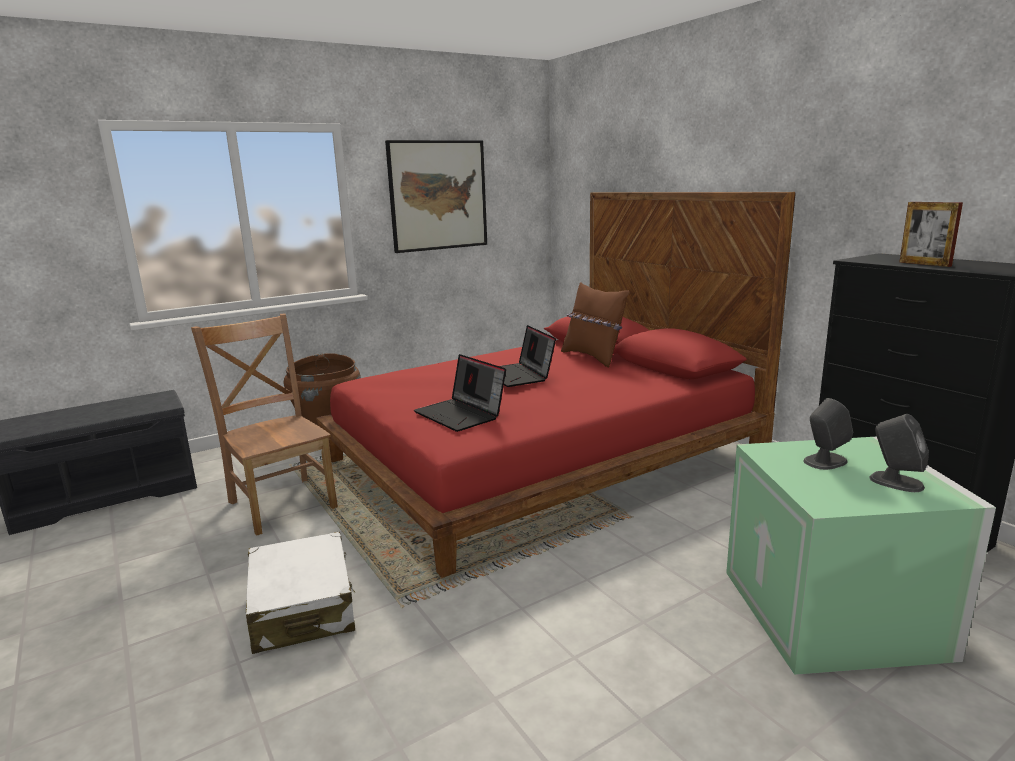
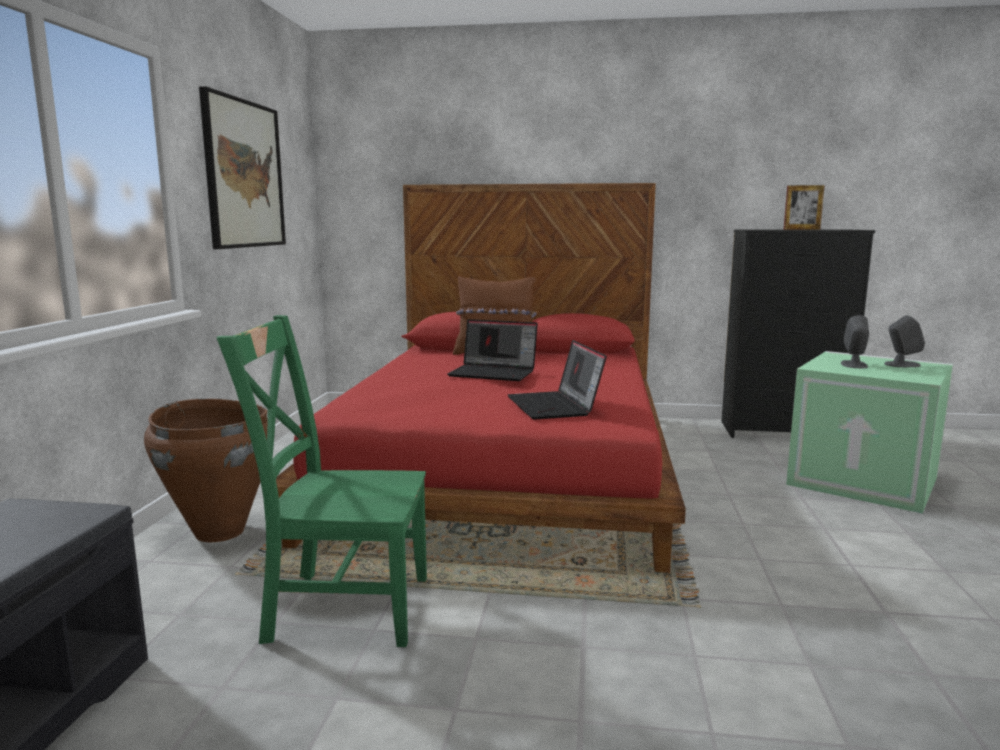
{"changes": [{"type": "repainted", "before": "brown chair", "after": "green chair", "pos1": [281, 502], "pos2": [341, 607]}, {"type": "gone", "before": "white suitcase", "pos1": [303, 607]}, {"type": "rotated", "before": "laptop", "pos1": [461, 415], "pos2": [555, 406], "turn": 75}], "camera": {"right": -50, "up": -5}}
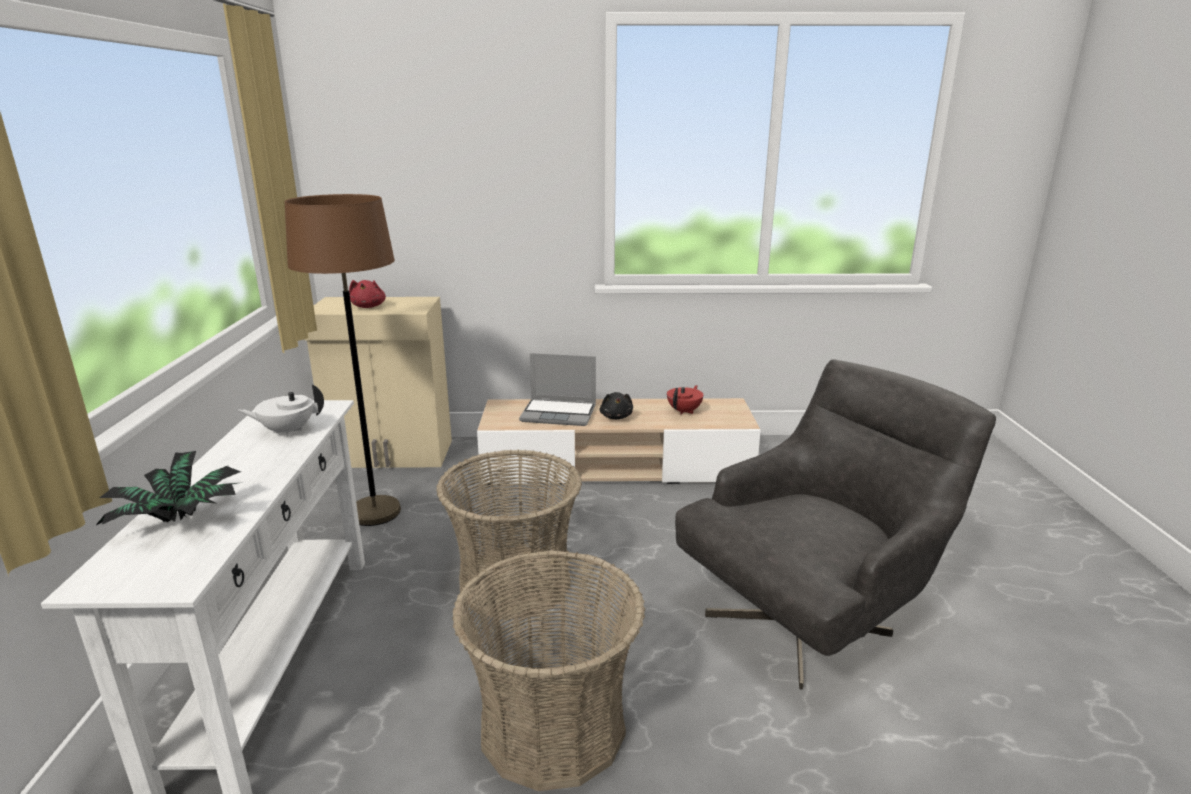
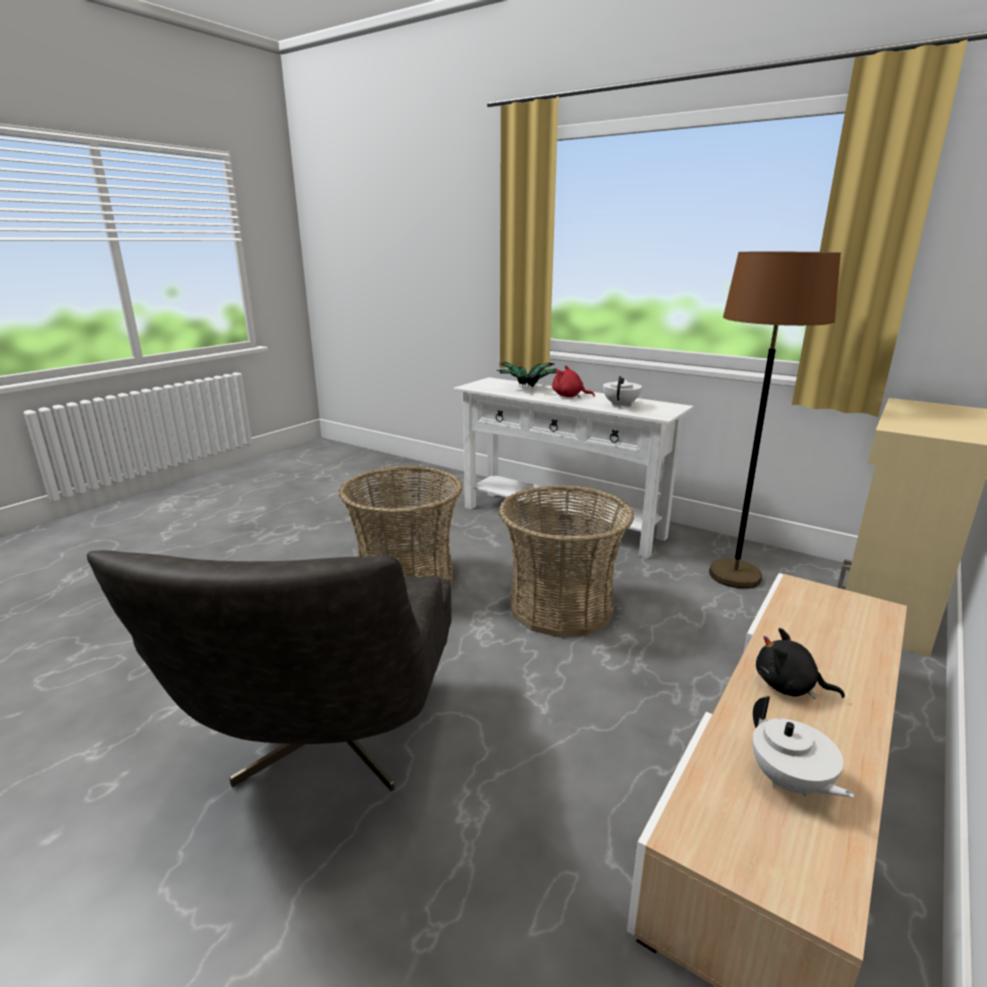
{"changes": [{"type": "shifted", "before": "red plush toy", "pos1": [369, 306], "pos2": [569, 396]}, {"type": "gone", "before": "laptop", "pos1": [559, 413]}, {"type": "repainted", "before": "red teapot", "after": "white teapot", "pos1": [684, 411], "pos2": [789, 782]}], "camera": {"right": 125, "up": 0}}
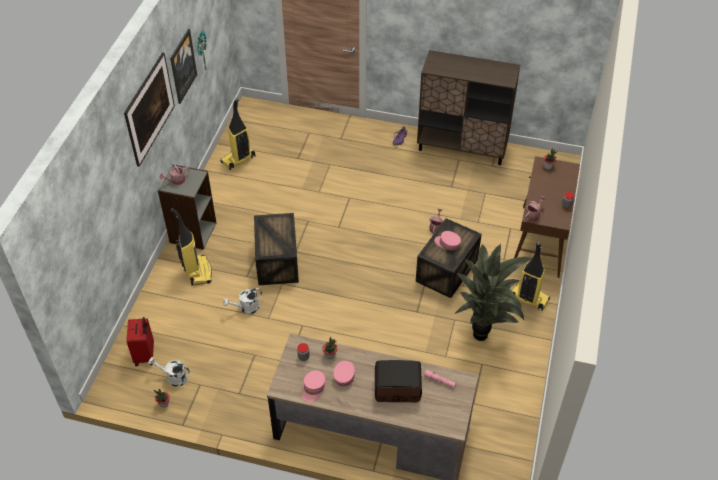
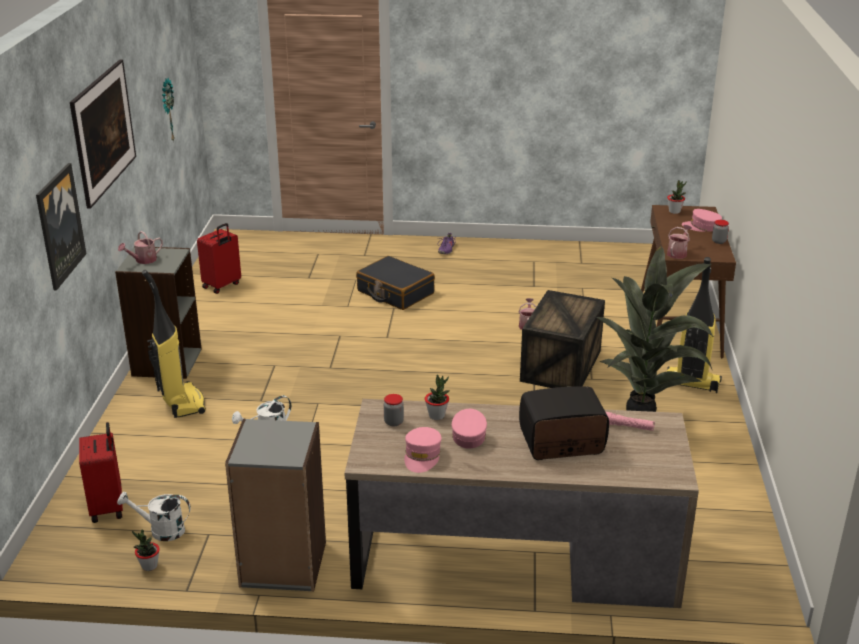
{"changes": [{"type": "shifted", "before": "picture", "pos1": [182, 66], "pos2": [59, 225]}, {"type": "swapped", "before": "vacuum cleaner", "after": "red suitcase", "pos1": [238, 160], "pos2": [222, 286]}, {"type": "gone", "before": "crate", "pos1": [277, 260]}, {"type": "gone", "before": "brown cabinet", "pos1": [462, 147]}, {"type": "shifted", "before": "pink cap", "pos1": [447, 243], "pos2": [701, 227]}, {"type": "new", "after": "grey bookcase", "pos2": [283, 565]}, {"type": "new", "after": "black suitcase", "pos2": [395, 292]}], "camera": {"right": -10, "up": -20}}
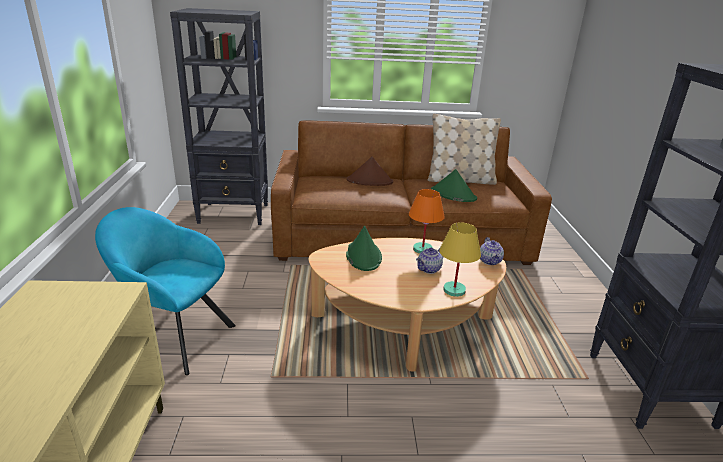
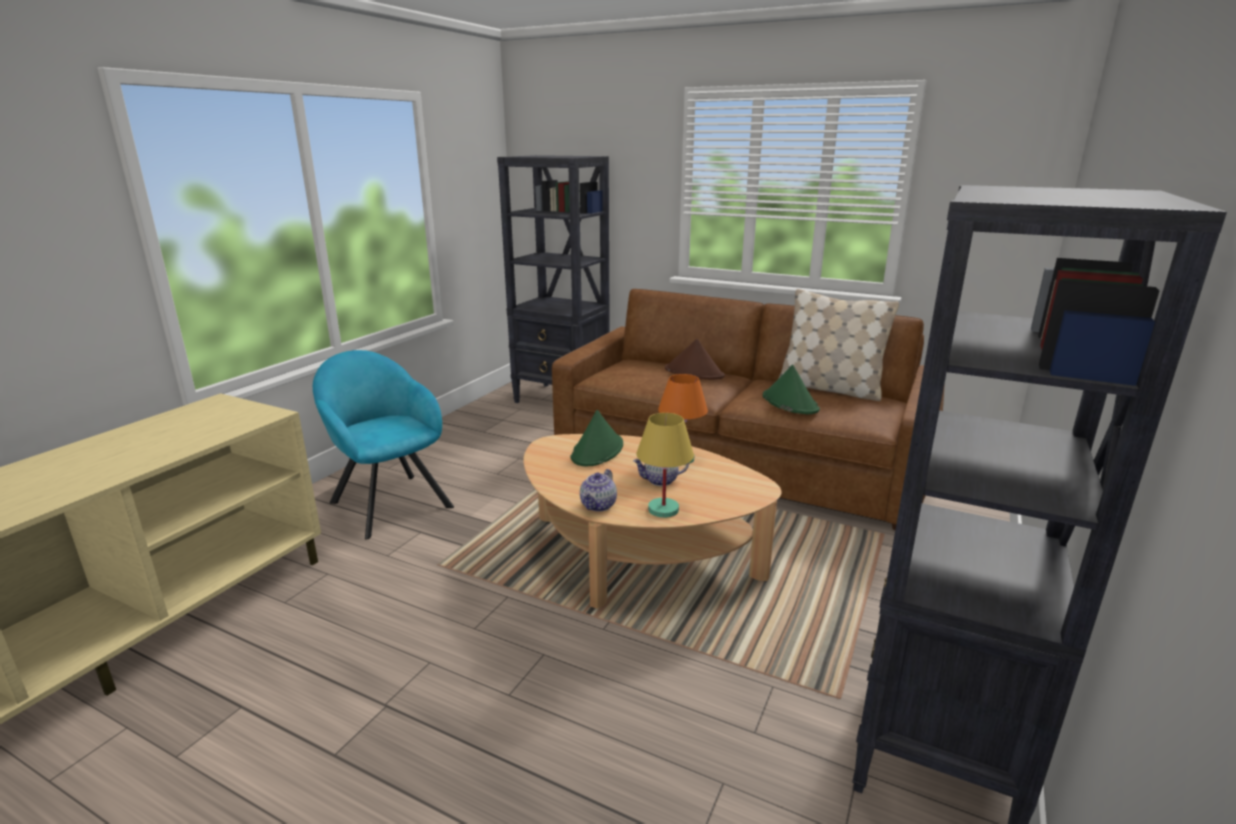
{"changes": [{"type": "shifted", "before": "teapot", "pos1": [490, 261], "pos2": [598, 505]}], "camera": {"right": 30, "up": -5}}
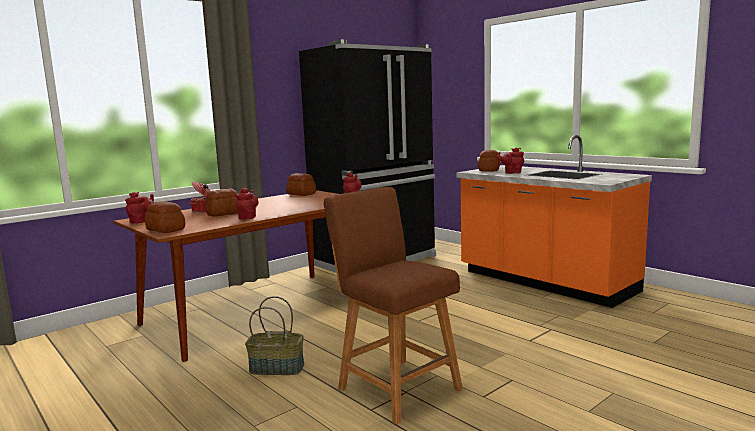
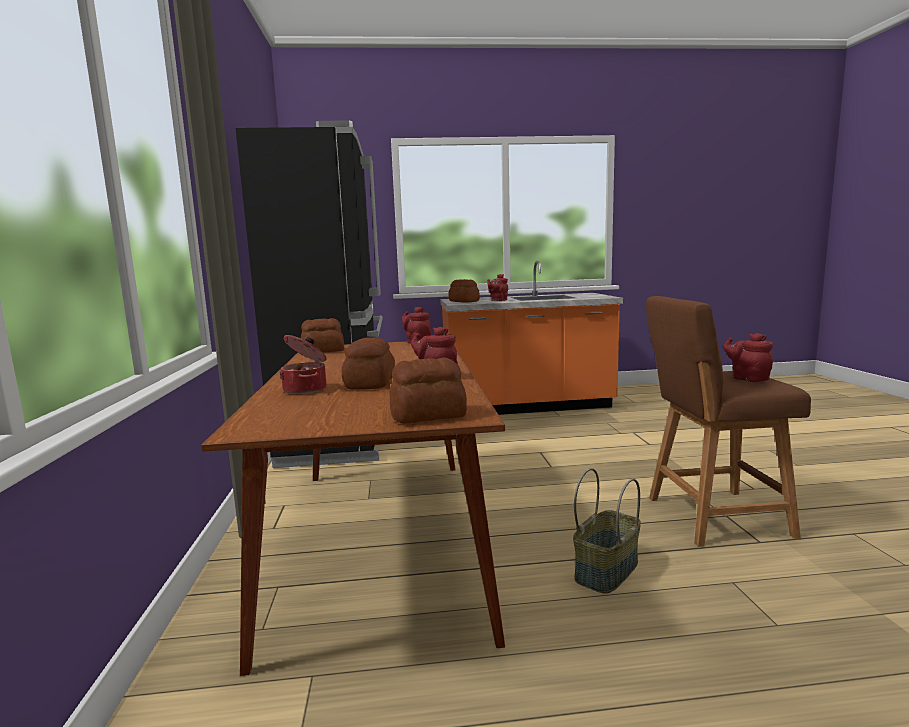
{"changes": [{"type": "shifted", "before": "red teapot", "pos1": [141, 221], "pos2": [747, 378]}], "camera": {"right": -55, "up": 0}}
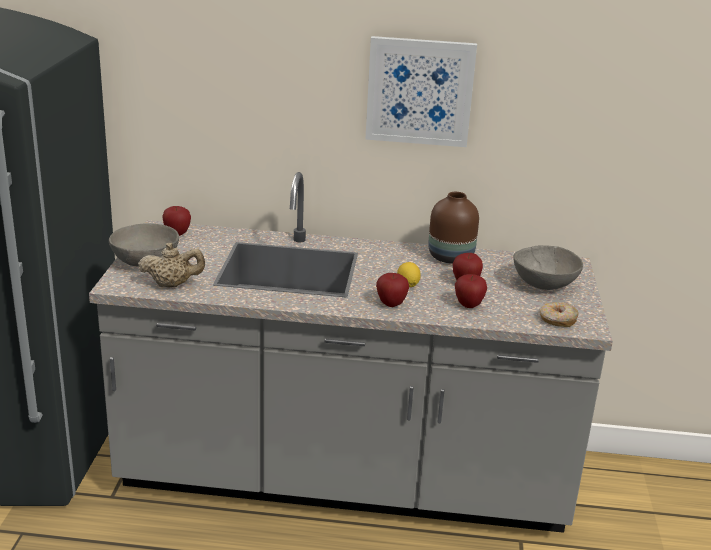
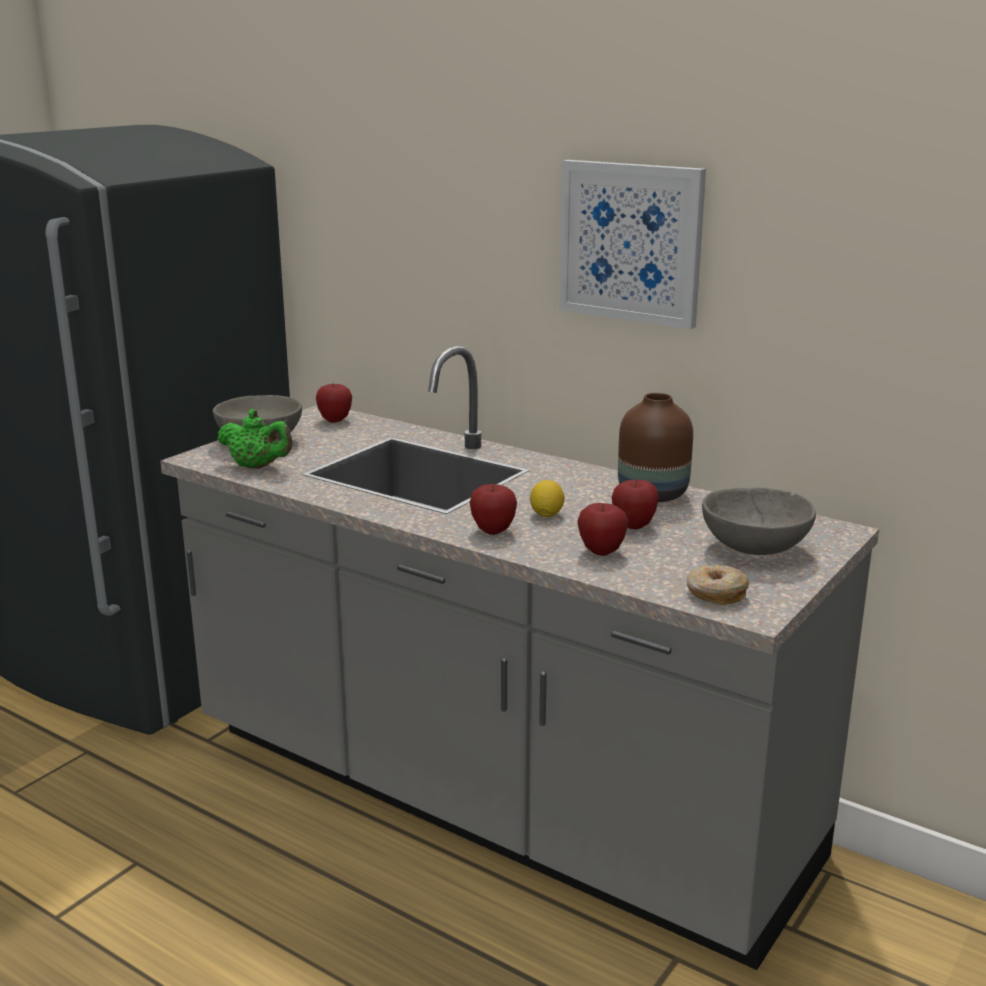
{"changes": [{"type": "repainted", "before": "beige teapot", "after": "green teapot", "pos1": [172, 285], "pos2": [257, 467]}], "camera": {"right": 30, "up": -5}}
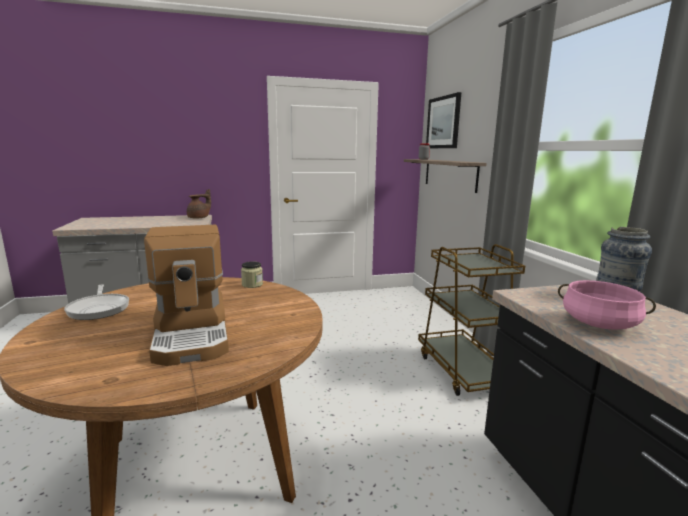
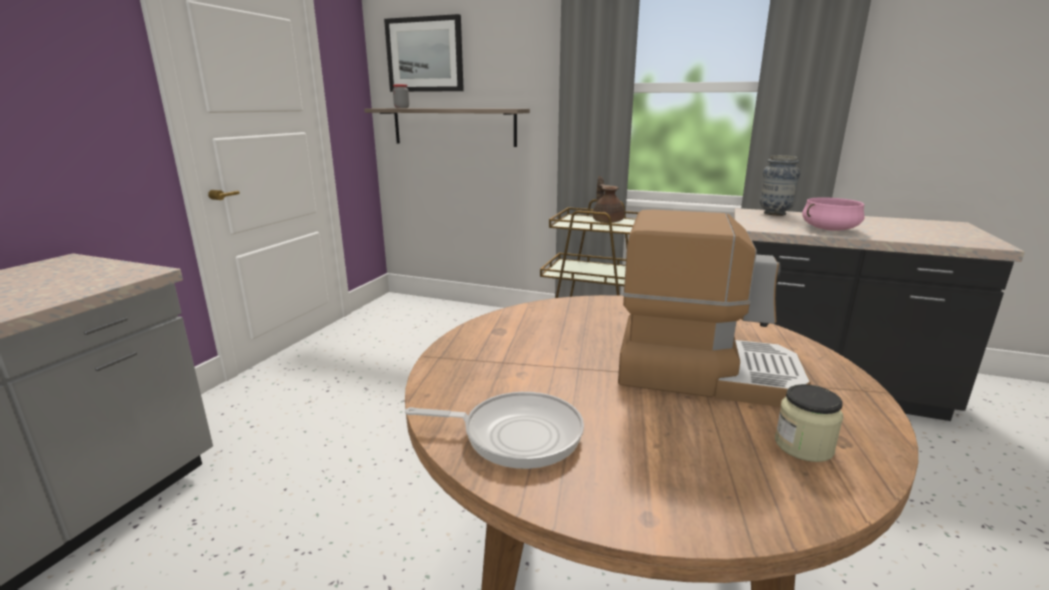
{"changes": [{"type": "shifted", "before": "brown teapot", "pos1": [199, 218], "pos2": [607, 221]}, {"type": "shifted", "before": "jar", "pos1": [252, 284], "pos2": [803, 446]}], "camera": {"right": -55, "up": 5}}
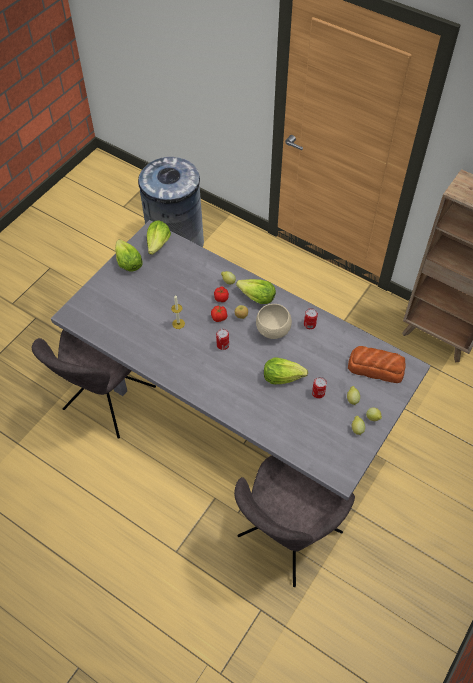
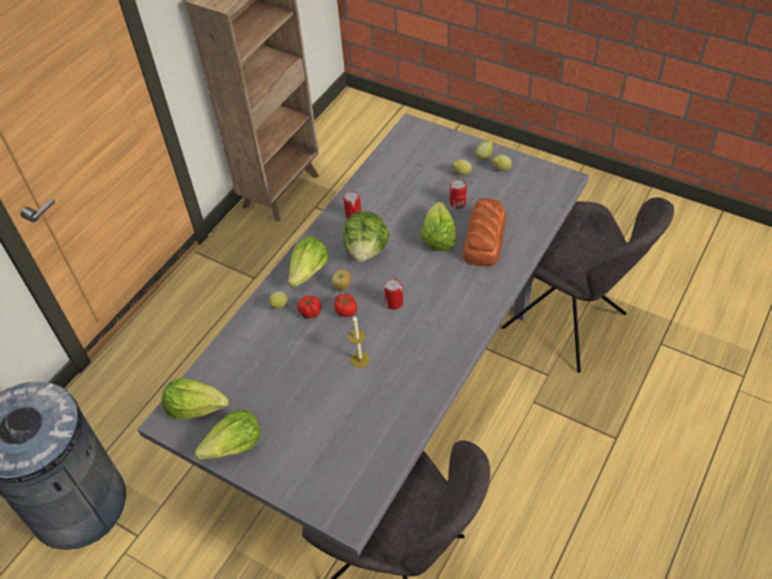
{"changes": [{"type": "swapped", "before": "beige bowl", "after": "lettuce", "pos1": [273, 331], "pos2": [366, 250]}, {"type": "shifted", "before": "bread", "pos1": [375, 367], "pos2": [483, 239]}], "camera": {"right": -90, "up": -5}}
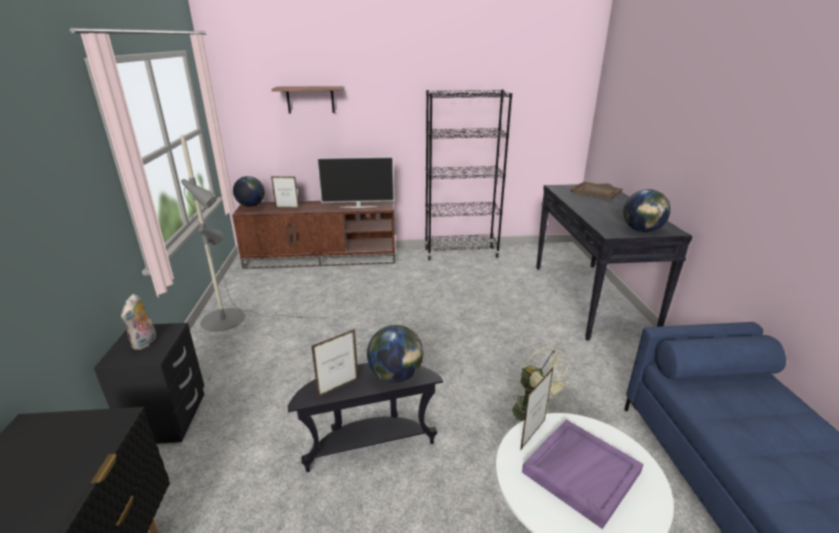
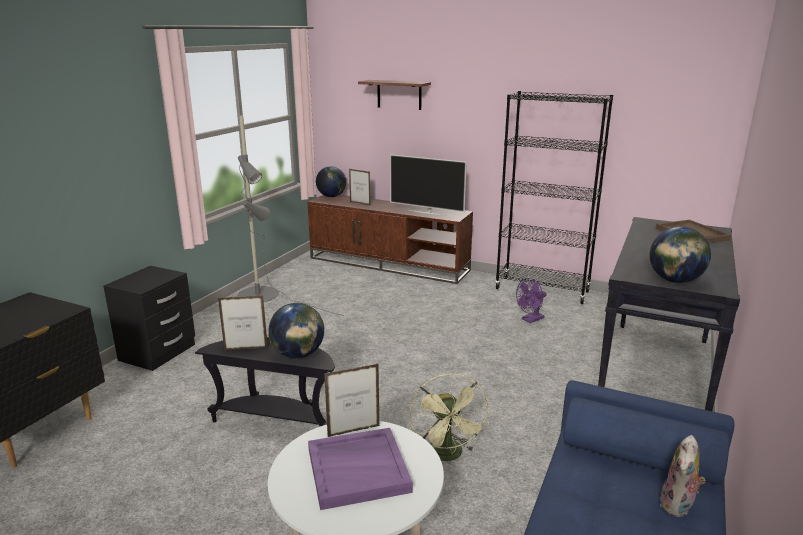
{"changes": [{"type": "shifted", "before": "plush toy", "pos1": [145, 343], "pos2": [678, 506]}, {"type": "new", "after": "purple fan", "pos2": [530, 320]}], "camera": {"right": 30, "up": -5}}
